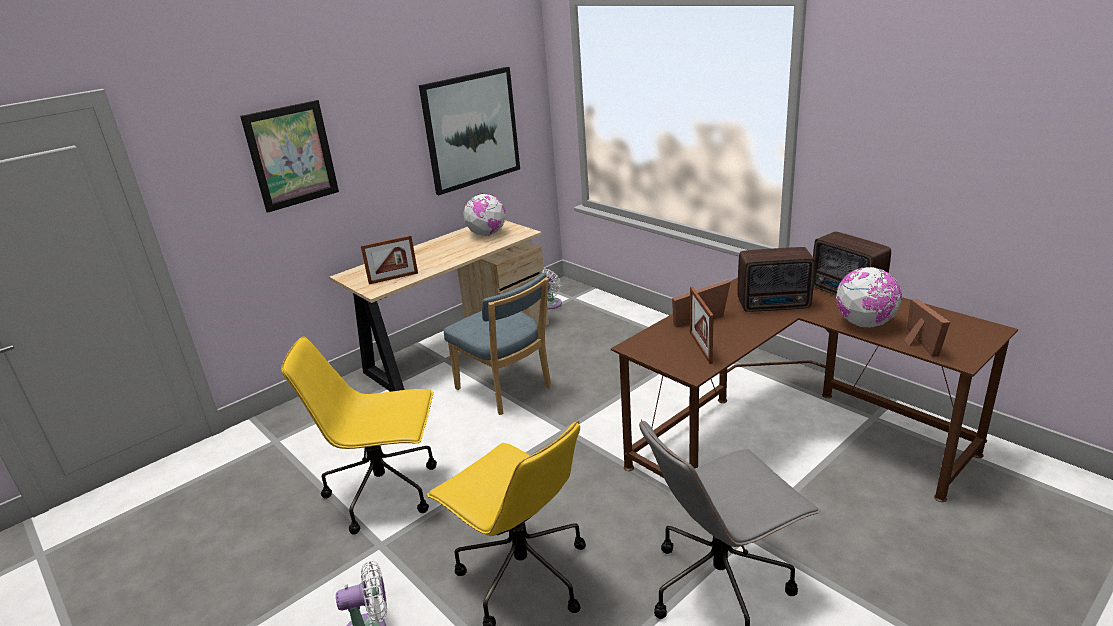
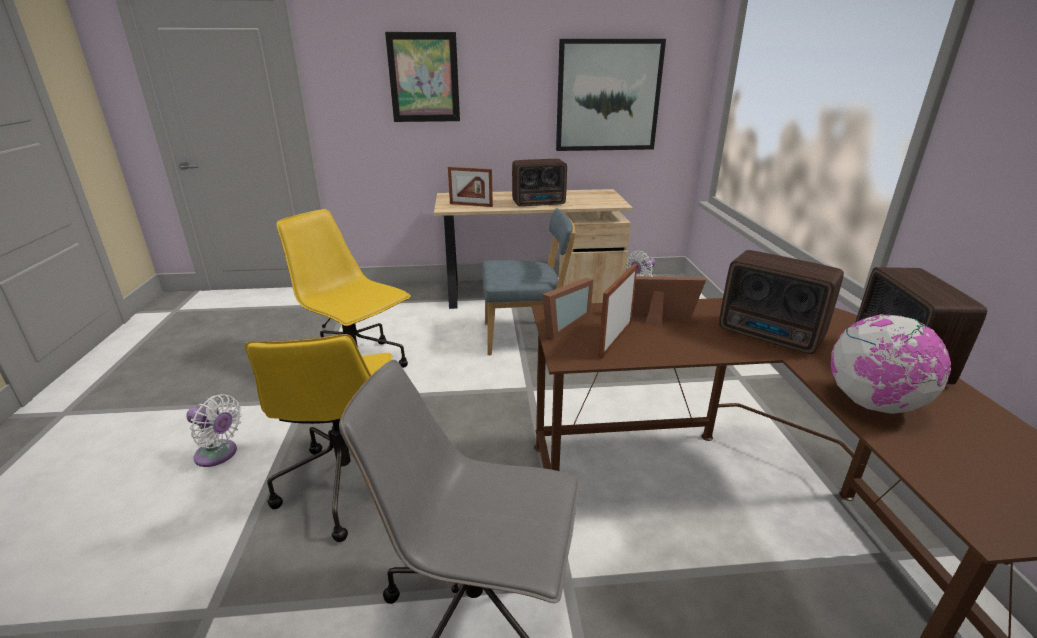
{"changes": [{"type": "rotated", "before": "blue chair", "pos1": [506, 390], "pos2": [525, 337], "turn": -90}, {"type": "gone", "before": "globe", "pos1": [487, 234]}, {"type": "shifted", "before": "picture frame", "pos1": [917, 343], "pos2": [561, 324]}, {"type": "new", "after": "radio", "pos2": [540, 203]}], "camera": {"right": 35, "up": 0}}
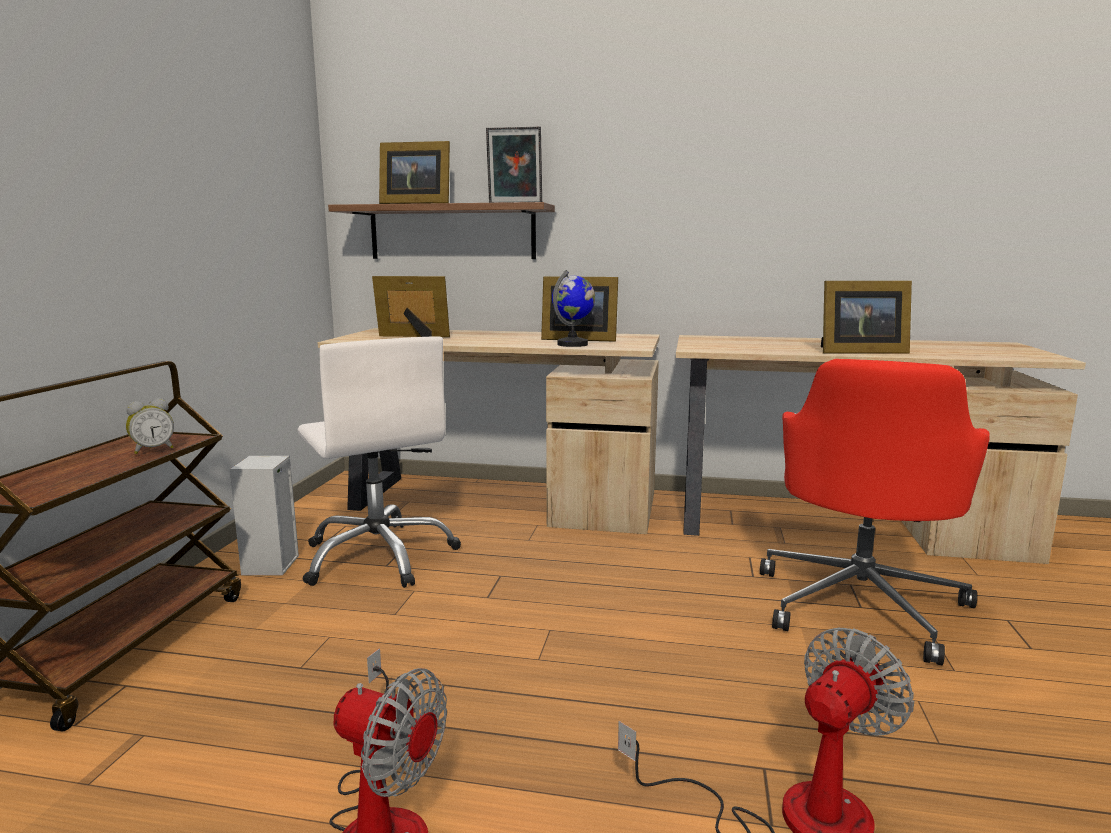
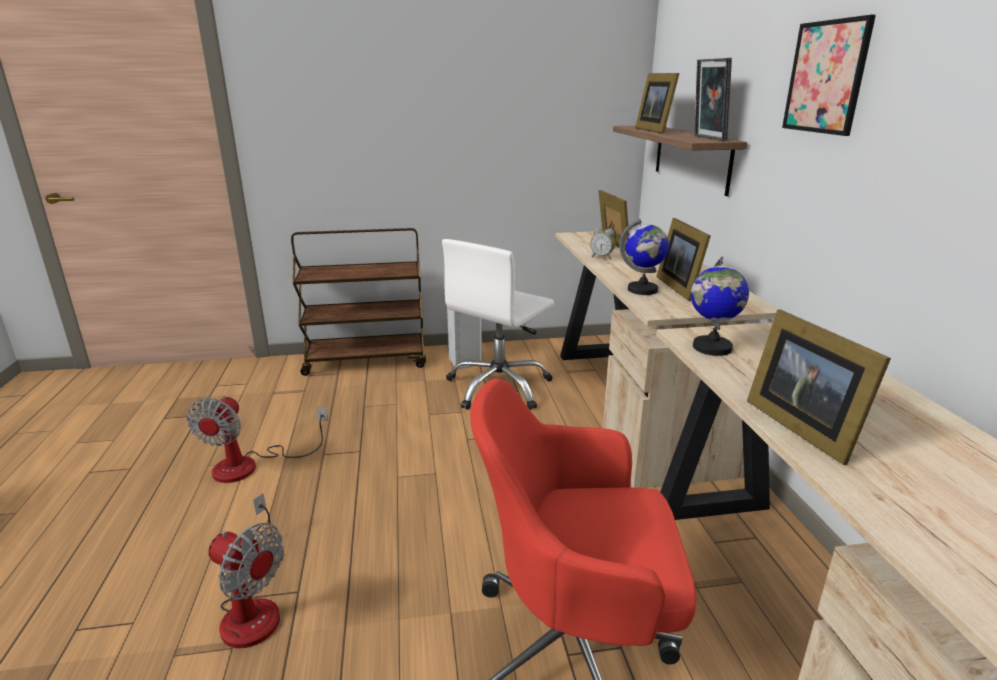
{"changes": [{"type": "shifted", "before": "alarm clock", "pos1": [152, 450], "pos2": [602, 257]}, {"type": "new", "after": "globe", "pos2": [711, 348]}, {"type": "new", "after": "picture", "pos2": [826, 77]}], "camera": {"right": 70, "up": 10}}
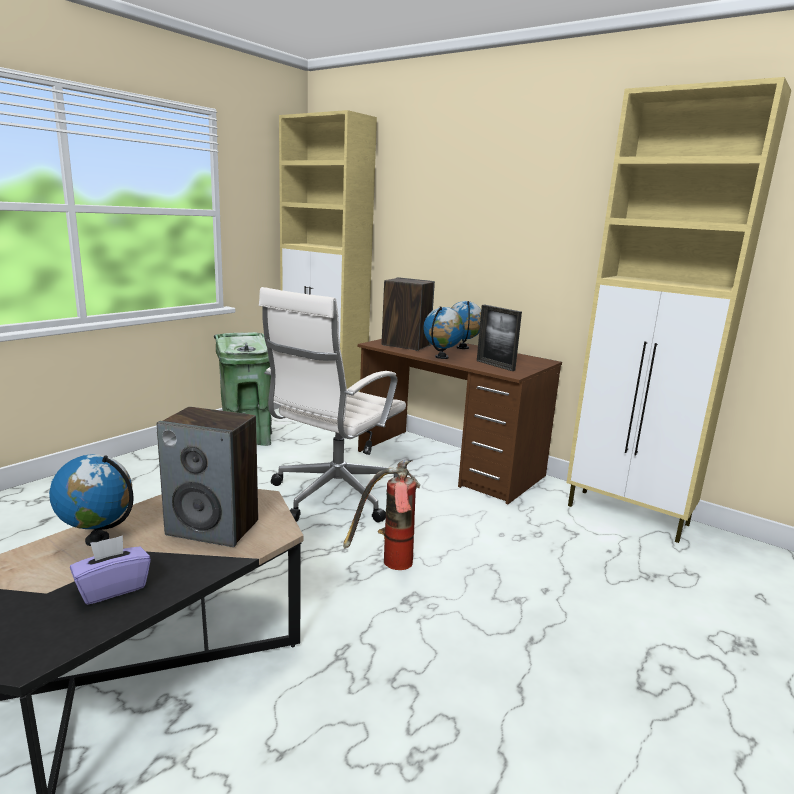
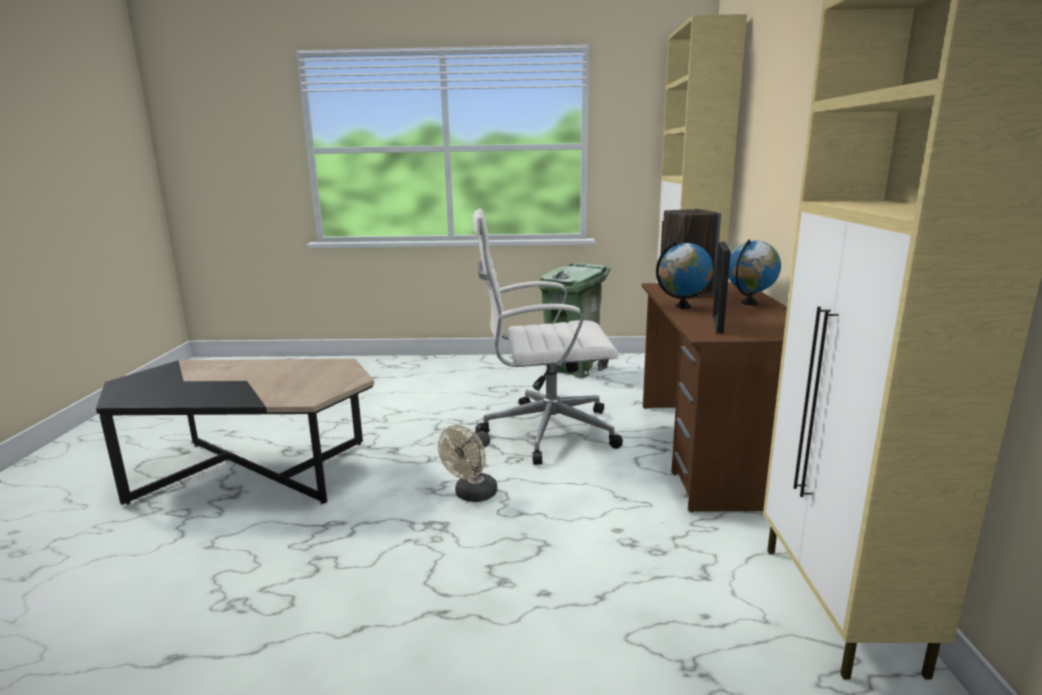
{"changes": [{"type": "gone", "before": "globe", "pos1": [97, 539]}, {"type": "gone", "before": "purple tissue box", "pos1": [112, 588]}, {"type": "gone", "before": "speaker", "pos1": [214, 528]}, {"type": "swapped", "before": "fire extinguisher", "after": "beige fan", "pos1": [388, 565], "pos2": [472, 495]}], "camera": {"right": 55, "up": 0}}
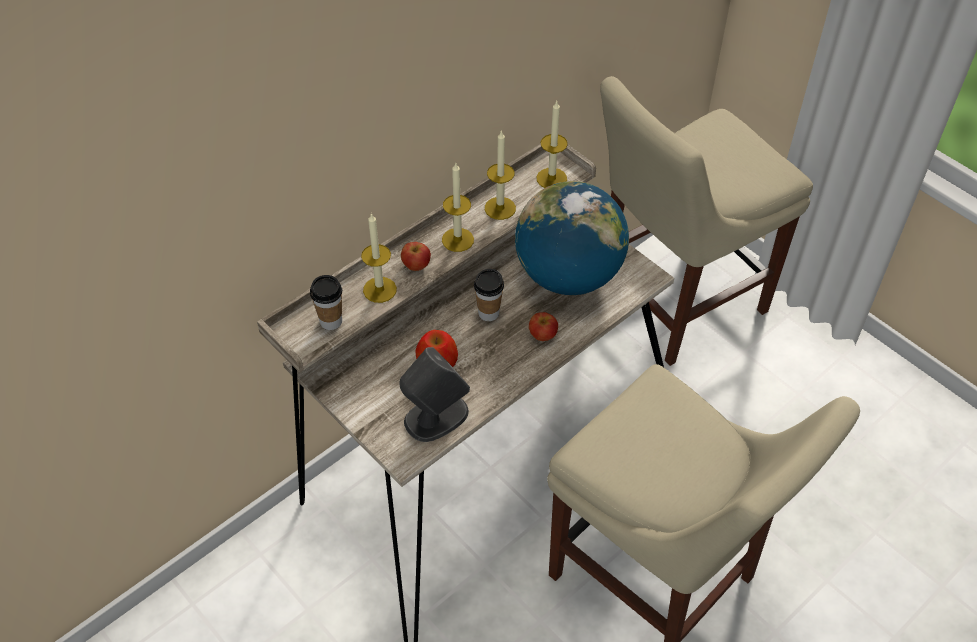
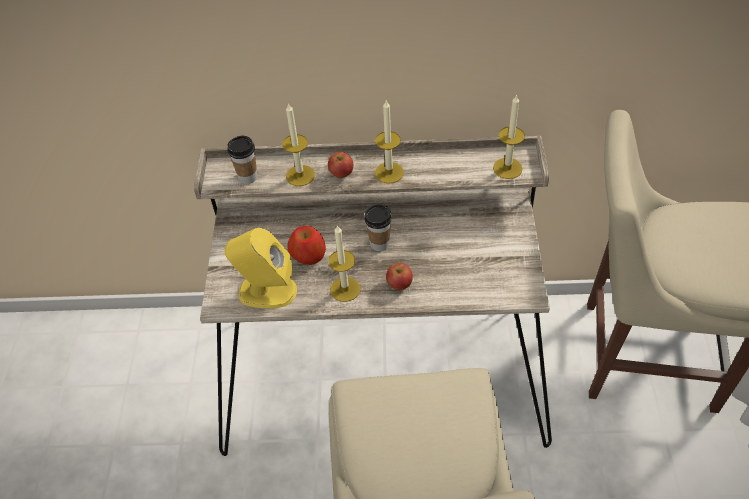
{"changes": [{"type": "repainted", "before": "grey speaker", "after": "yellow speaker", "pos1": [435, 417], "pos2": [266, 291]}, {"type": "shifted", "before": "candle", "pos1": [500, 208], "pos2": [345, 289]}, {"type": "gone", "before": "globe", "pos1": [568, 276]}], "camera": {"right": 45, "up": 0}}
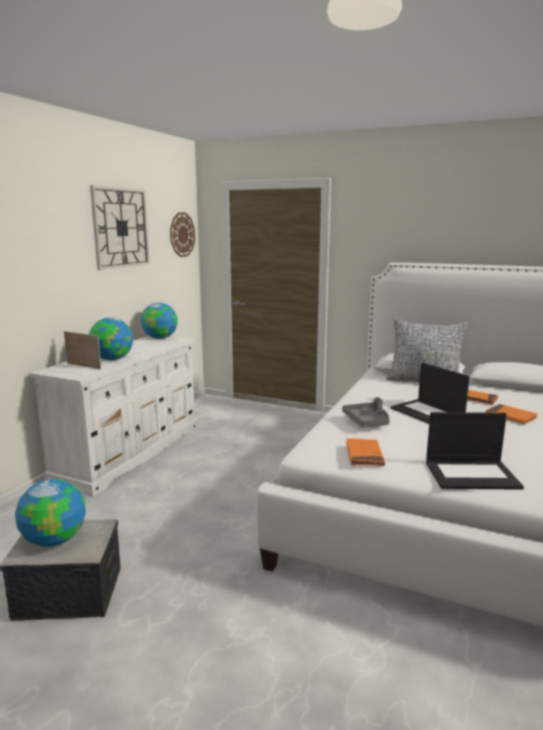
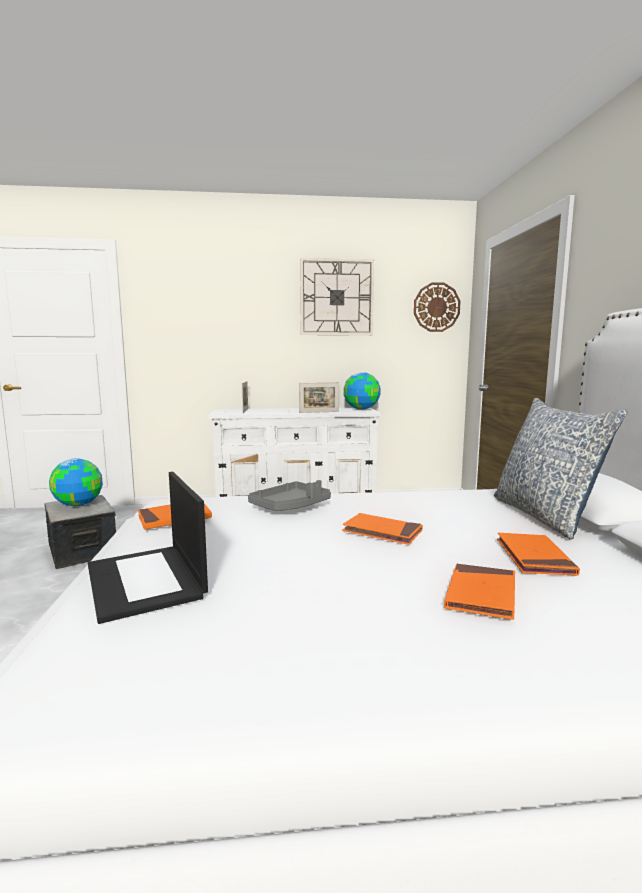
{"changes": [{"type": "gone", "before": "globe", "pos1": [112, 359]}, {"type": "swapped", "before": "laptop", "after": "orange book", "pos1": [428, 413], "pos2": [382, 532]}, {"type": "new", "after": "picture frame", "pos2": [319, 412]}], "camera": {"right": 60, "up": -5}}
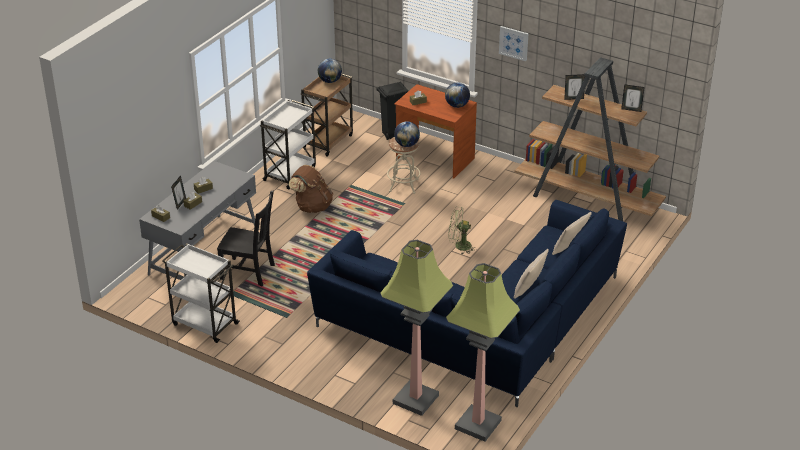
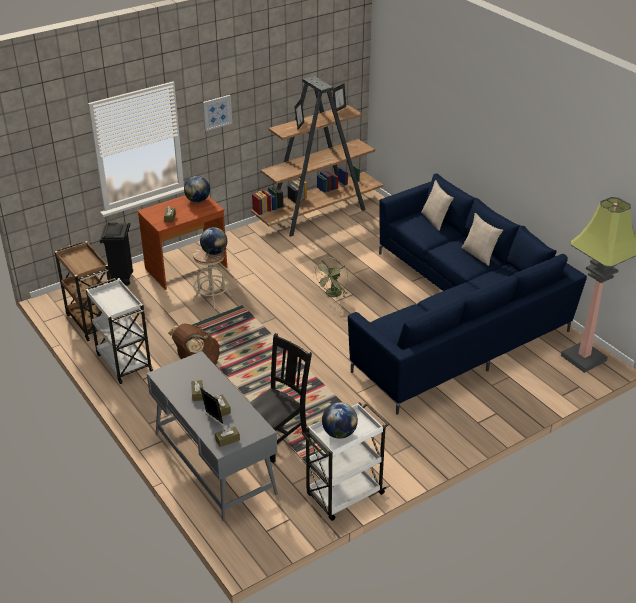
{"changes": [{"type": "shifted", "before": "globe", "pos1": [330, 81], "pos2": [339, 433]}, {"type": "gone", "before": "floor lamp", "pos1": [416, 400]}], "camera": {"right": -65, "up": 0}}
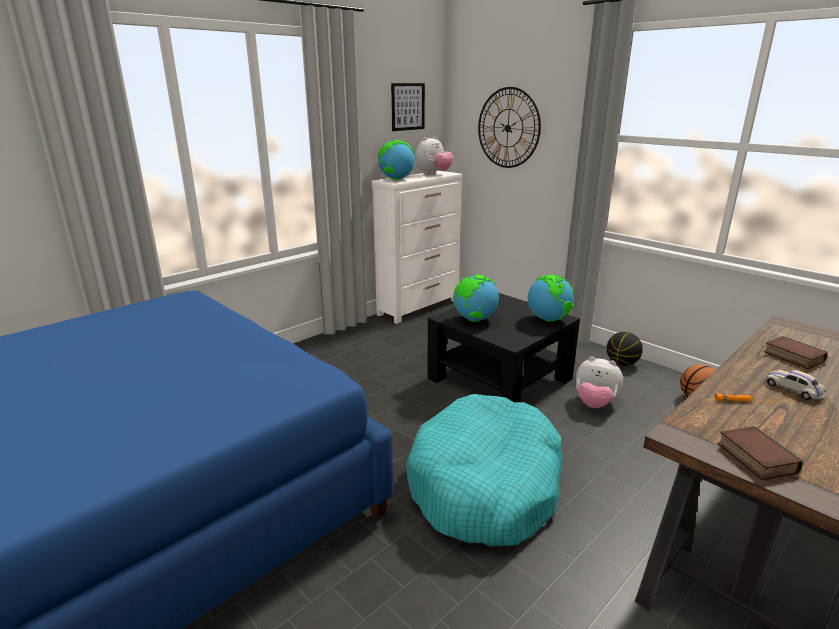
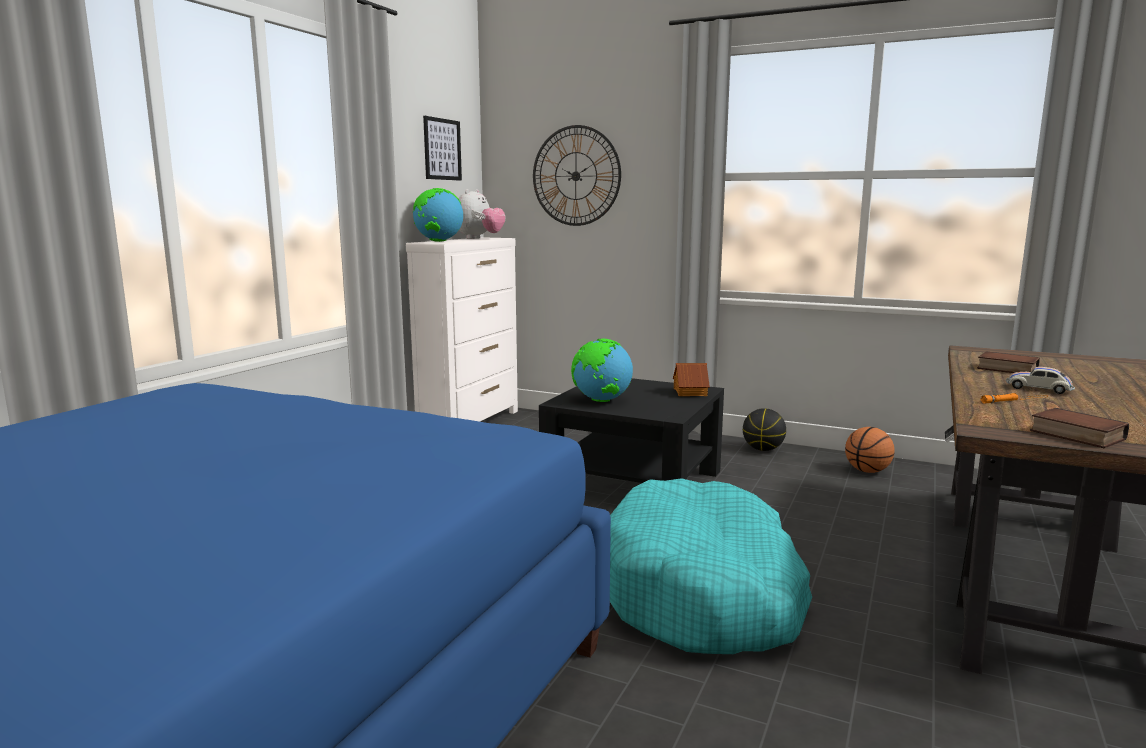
{"changes": [{"type": "swapped", "before": "globe", "after": "toy house", "pos1": [548, 319], "pos2": [689, 392]}, {"type": "gone", "before": "plush toy", "pos1": [594, 403]}], "camera": {"right": -20, "up": -10}}
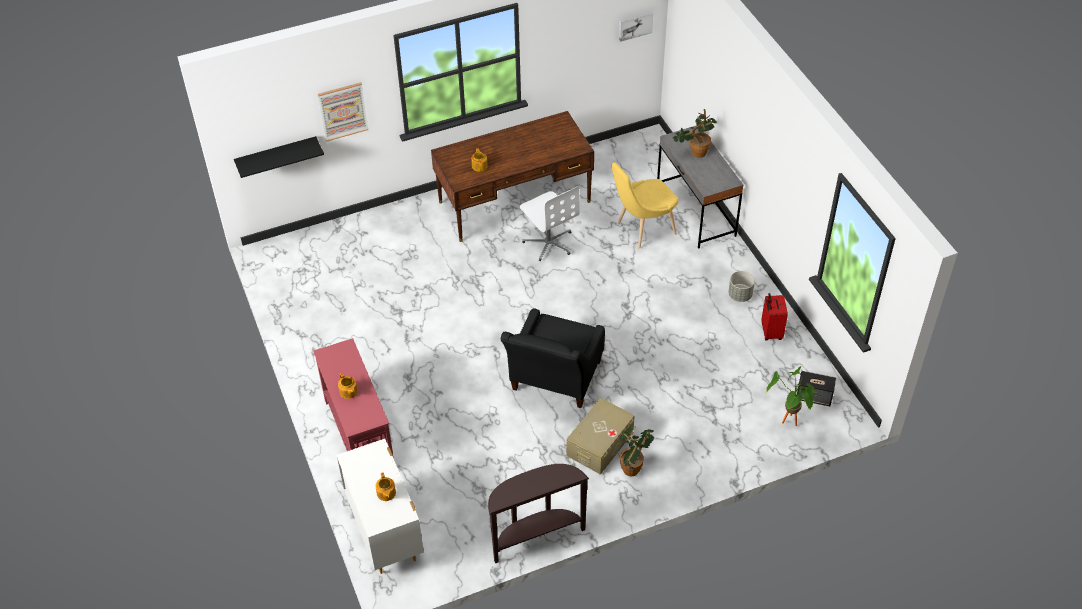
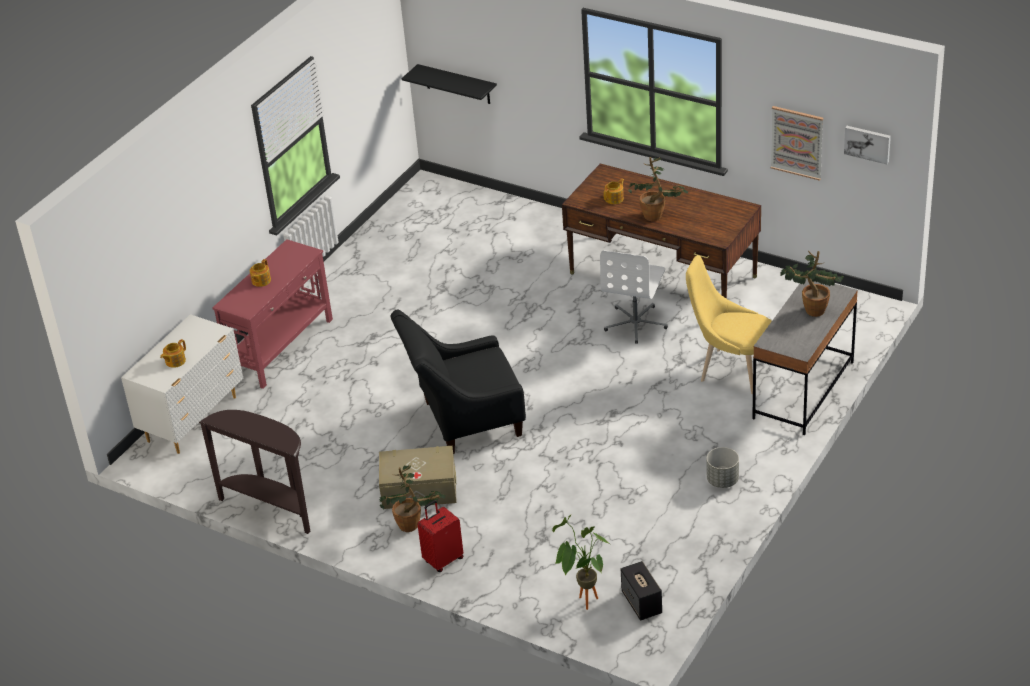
{"changes": [{"type": "shifted", "before": "picture", "pos1": [343, 111], "pos2": [797, 142]}, {"type": "shifted", "before": "red suitcase", "pos1": [770, 332], "pos2": [443, 560]}, {"type": "new", "after": "potted plant", "pos2": [657, 217]}], "camera": {"right": 55, "up": -10}}
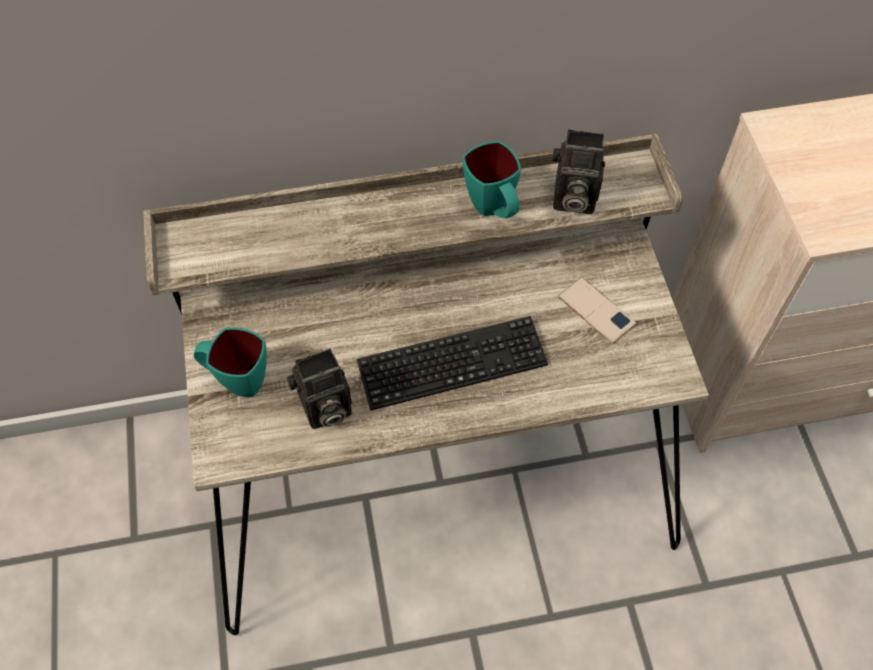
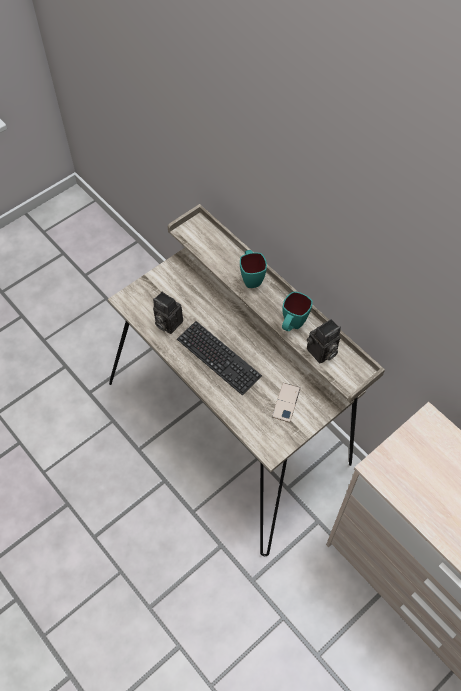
{"changes": [{"type": "shifted", "before": "turquoise mug", "pos1": [237, 380], "pos2": [251, 277]}, {"type": "rotated", "before": "photo camera", "pos1": [571, 199], "pos2": [321, 353], "turn": -105}], "camera": {"right": 60, "up": 0}}
